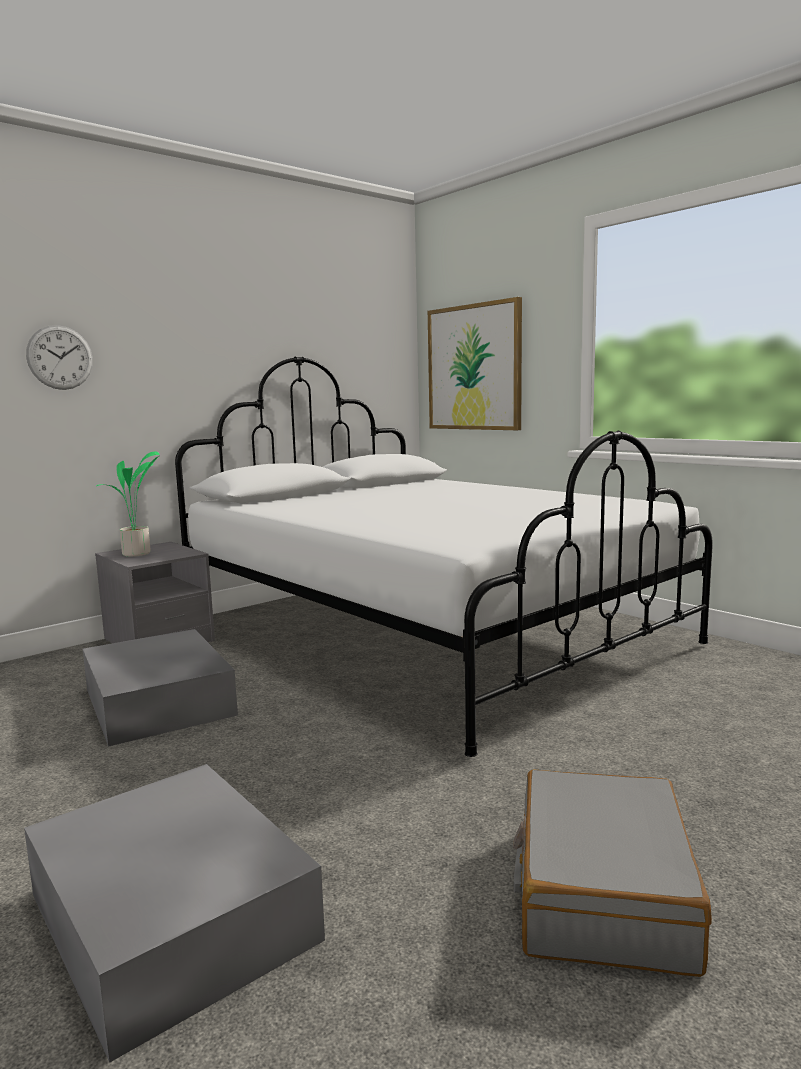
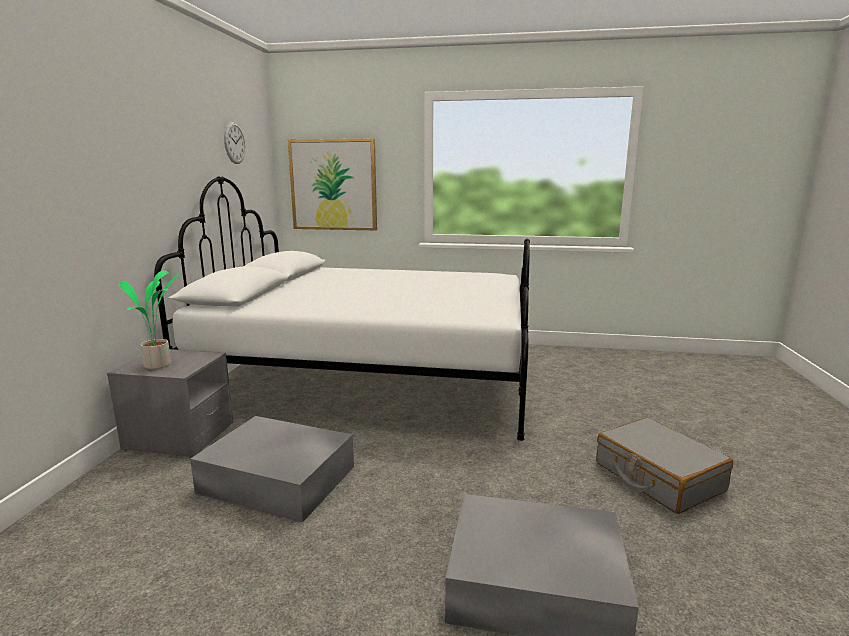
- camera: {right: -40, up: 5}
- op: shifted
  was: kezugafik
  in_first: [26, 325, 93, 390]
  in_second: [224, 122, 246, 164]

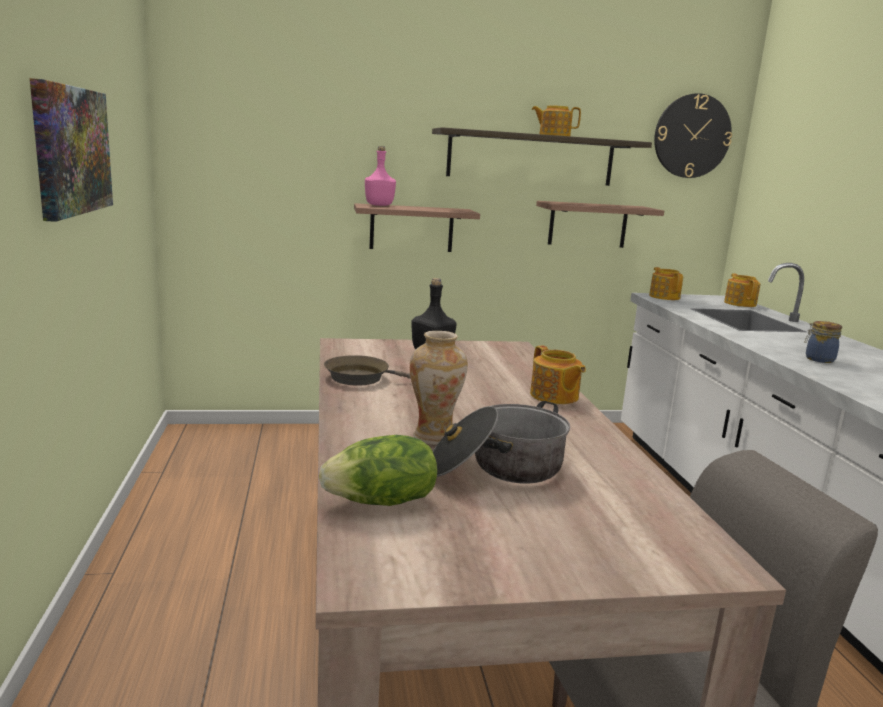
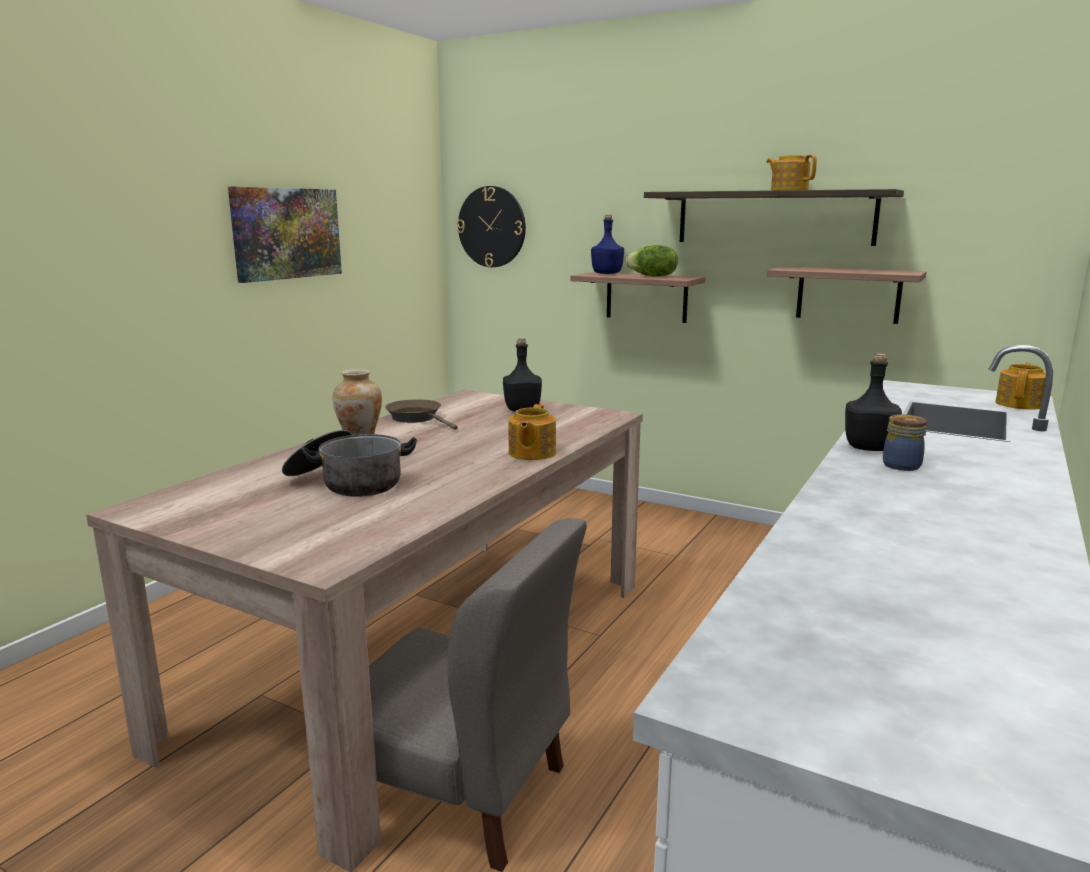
- camera: {right: 40, up: 0}
- op: shifted
  was: kezugafik
  in_first: [654, 93, 732, 178]
  in_second: [457, 186, 526, 267]
- op: repainted
  was: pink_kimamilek
  now: blue_kimamilek
  in_first: [365, 146, 396, 206]
  in_second: [591, 215, 624, 274]
- op: gone
  was: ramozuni
  in_first: [649, 267, 683, 300]
- op: shifted
  was: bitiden
  in_first: [319, 435, 437, 506]
  in_second: [626, 245, 678, 277]
- op: new
  now: black_kimamilek
  in_second: [845, 353, 902, 451]

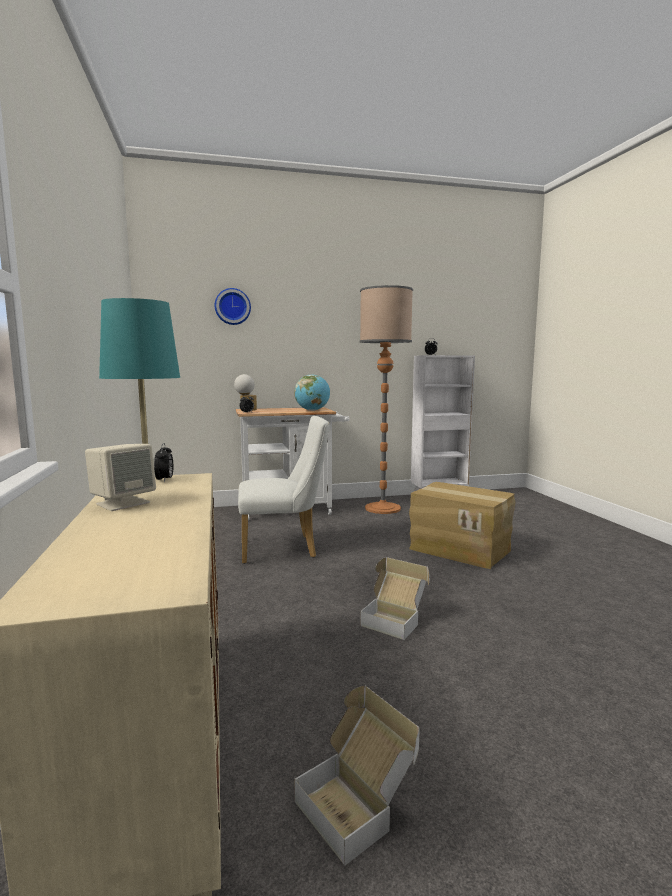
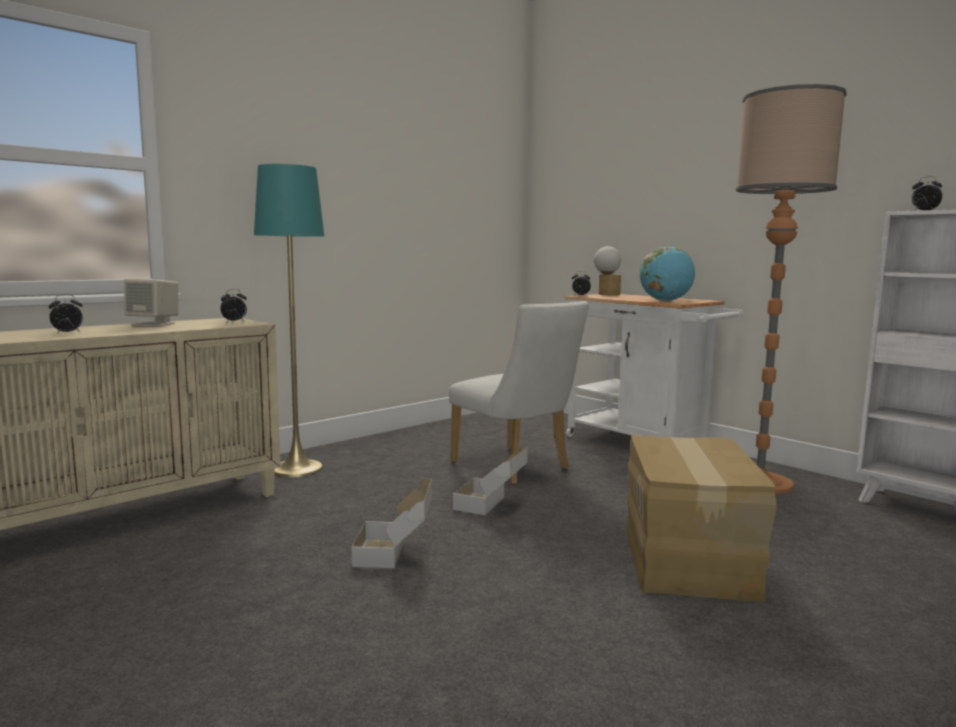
- camera: {right: 60, up: 0}
- op: gone
  was: kezugafik
  in_first: [215, 288, 251, 325]
- op: shifted
  was: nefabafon
  in_first: [294, 686, 420, 866]
  in_second: [453, 446, 528, 515]
- op: new
  now: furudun
  in_second: [49, 295, 83, 334]

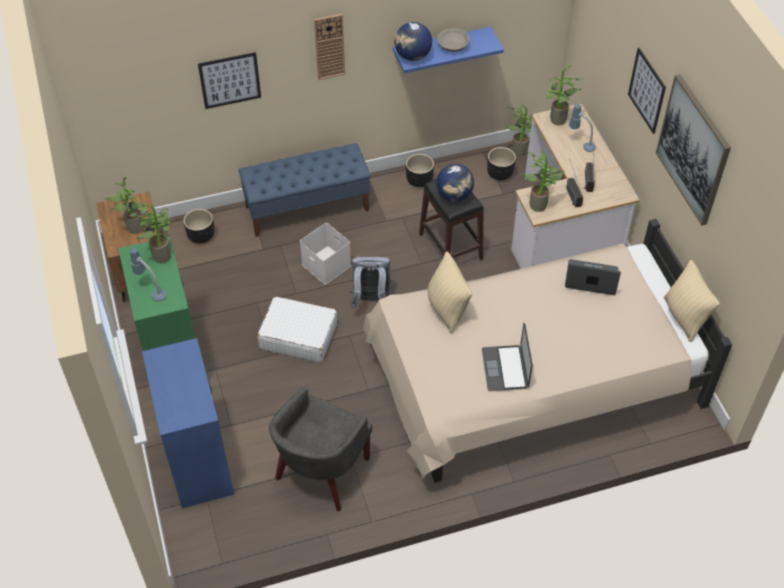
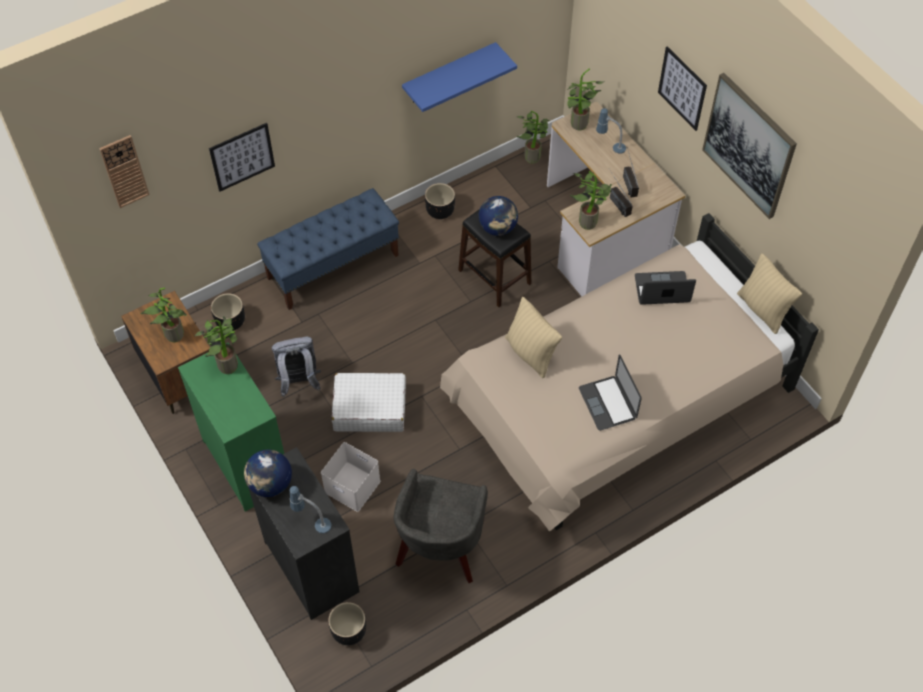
- camera: {right: -15, up: 5}
- op: shifted
  was: kezugafik
  in_first: [314, 14, 345, 80]
  in_second: [99, 135, 150, 208]
- op: shifted
  was: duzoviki
  in_first: [394, 22, 432, 61]
  in_second: [244, 450, 292, 497]
- op: gone
  was: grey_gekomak
  in_first: [437, 28, 470, 52]
- op: shifted
  was: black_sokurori
  in_first: [487, 147, 516, 181]
  in_second: [328, 602, 366, 645]
- op: shifted
  was: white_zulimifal
  in_first: [300, 223, 351, 284]
  in_second: [321, 442, 381, 512]
- op: shifted
  was: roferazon
  in_first: [130, 248, 167, 301]
  in_second: [290, 486, 332, 533]
- op: shifted
  was: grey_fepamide
  in_first: [349, 257, 393, 308]
  in_second: [272, 337, 321, 397]
- op: repainted
  was: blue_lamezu
  now: black_lamezu
  in_first: [142, 338, 234, 508]
  in_second: [249, 447, 359, 620]

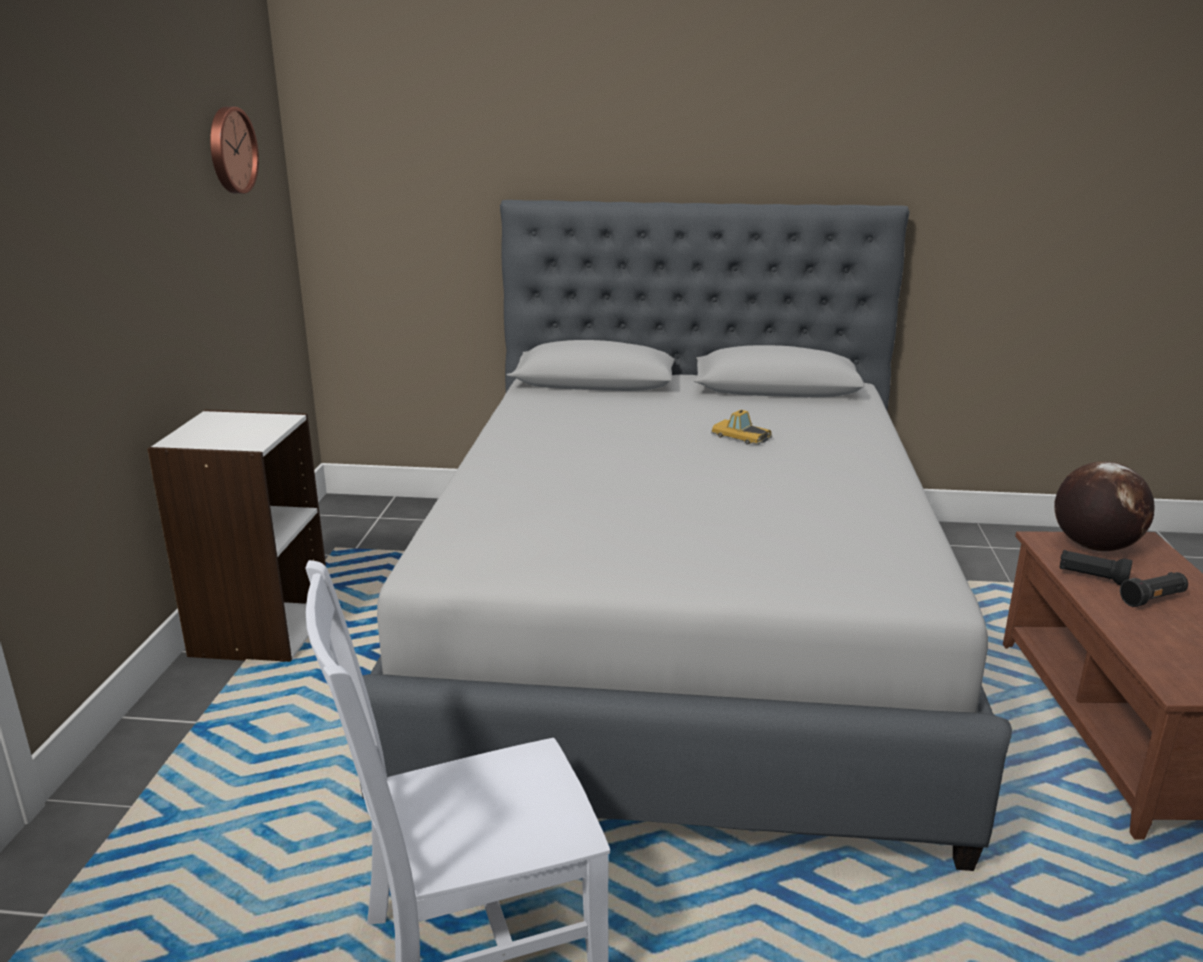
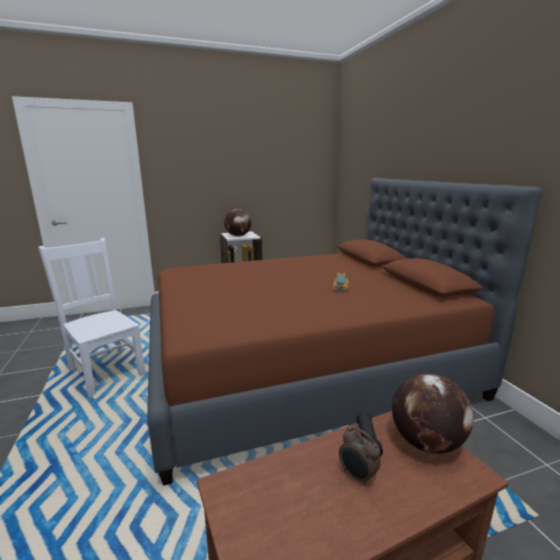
- camera: {right: 65, up: -5}
- op: gone
  was: kezugafik
  in_first: [210, 107, 259, 194]
- op: repainted
  was: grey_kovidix
  now: brown_kovidix
  in_first: [360, 200, 1012, 871]
  in_second: [147, 178, 542, 486]
- op: swapped
  was: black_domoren
  now: furudun
  in_first: [1120, 572, 1188, 607]
  in_second: [339, 427, 381, 486]
- op: new
  now: duzoviki
  in_second: [224, 209, 251, 237]

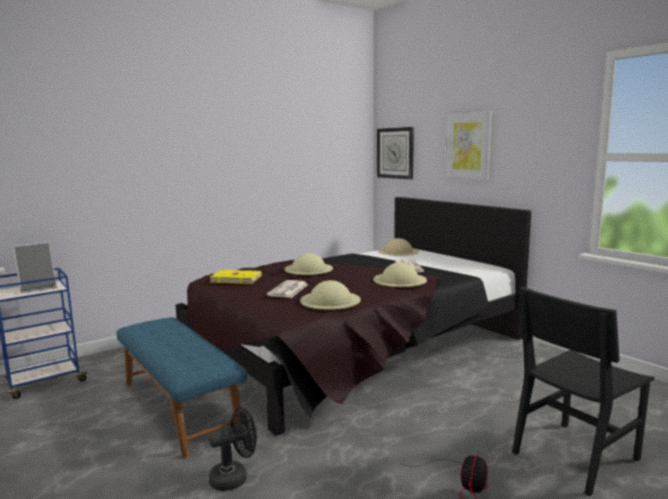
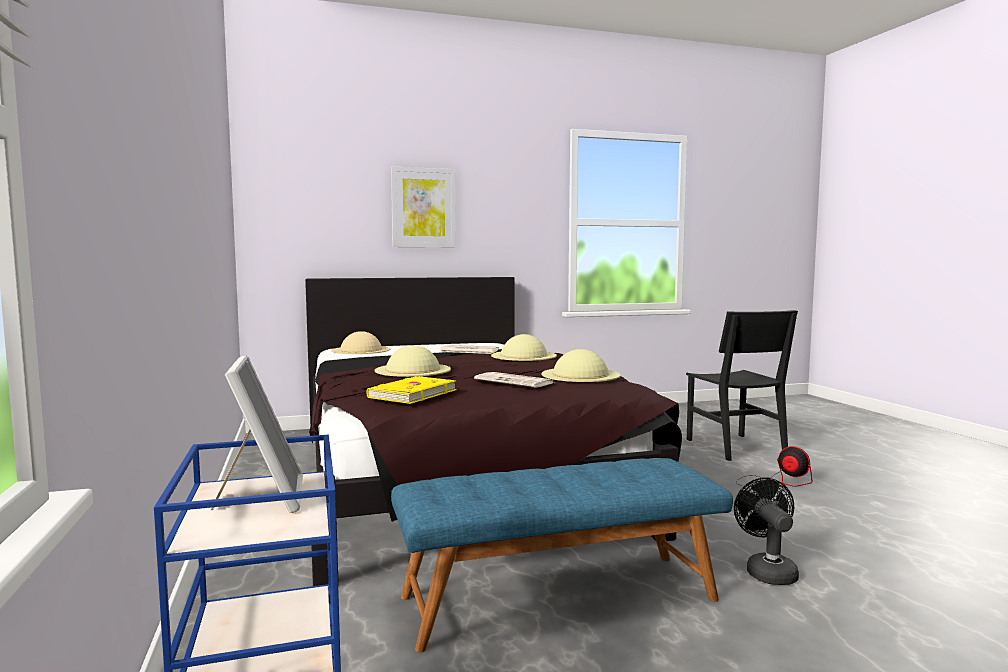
- camera: {right: -70, up: -5}
- op: gone
  was: kezugafik
  in_first: [377, 127, 414, 180]

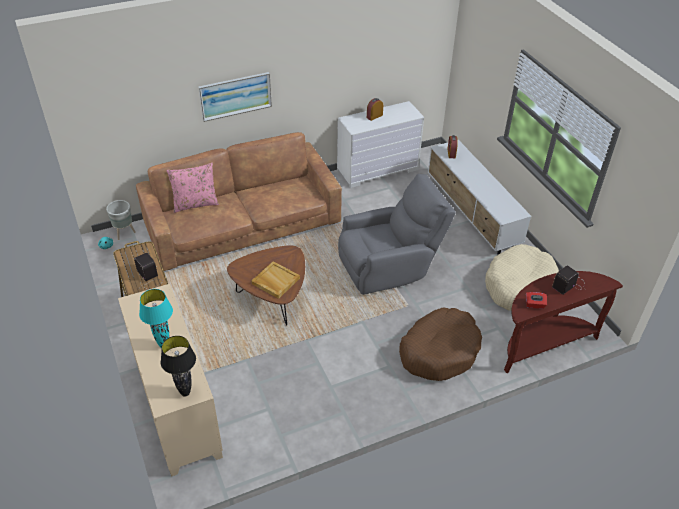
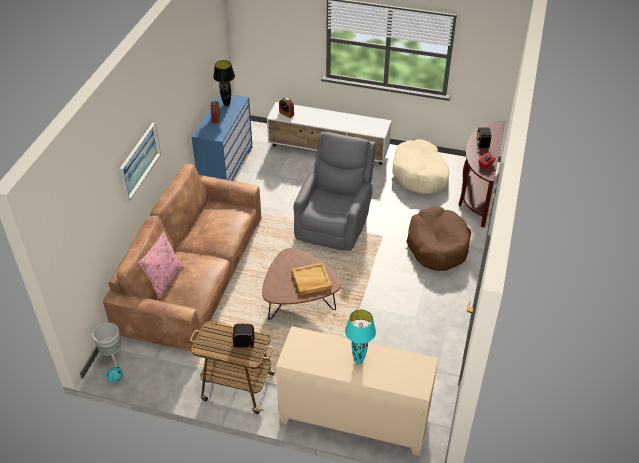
- camera: {right: -50, up: 0}
- op: repainted
  was: white_lamezu
  now: blue_lamezu
  in_first: [337, 101, 424, 188]
  in_second: [192, 94, 252, 181]
- op: shifted
  was: black_roferazon
  in_first: [161, 336, 196, 397]
  in_second: [213, 60, 235, 106]

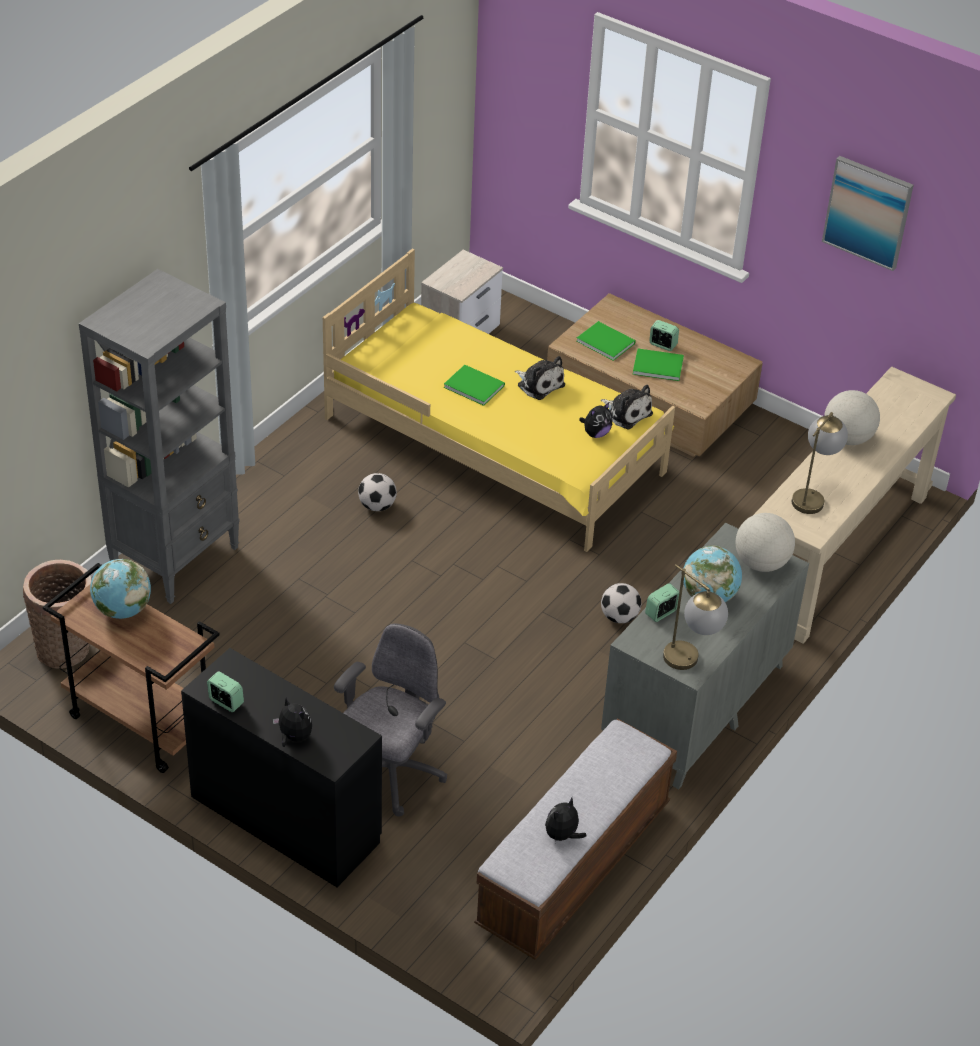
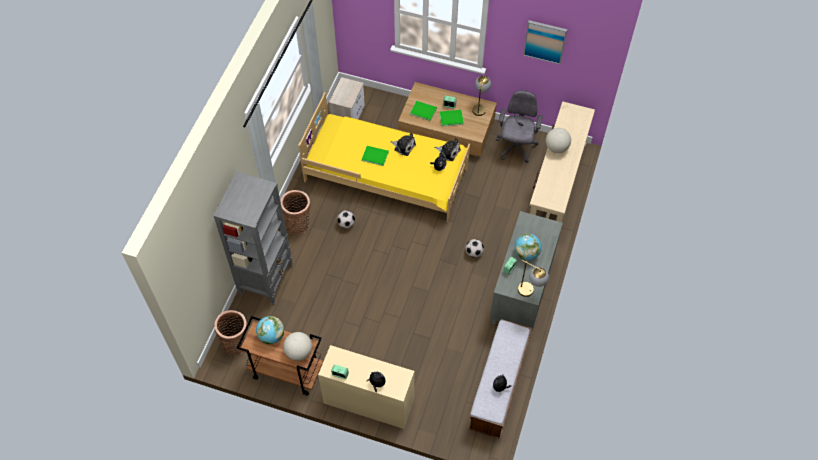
- camera: {right: -15, up: 15}
- op: shifted
  was: roferazon
  in_first: [792, 412, 848, 514]
  in_second: [472, 76, 491, 116]
- op: shifted
  was: duzoviki
  in_first: [736, 513, 795, 572]
  in_second: [283, 332, 312, 361]
- op: shifted
  was: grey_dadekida
  in_first: [334, 623, 448, 817]
  in_second: [496, 91, 543, 163]
- op: repainted
  was: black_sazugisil
  now: beige_sazugisil
  in_first: [181, 648, 382, 887]
  in_second: [318, 345, 414, 429]
- op: new
  now: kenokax
  in_second: [280, 190, 311, 235]

